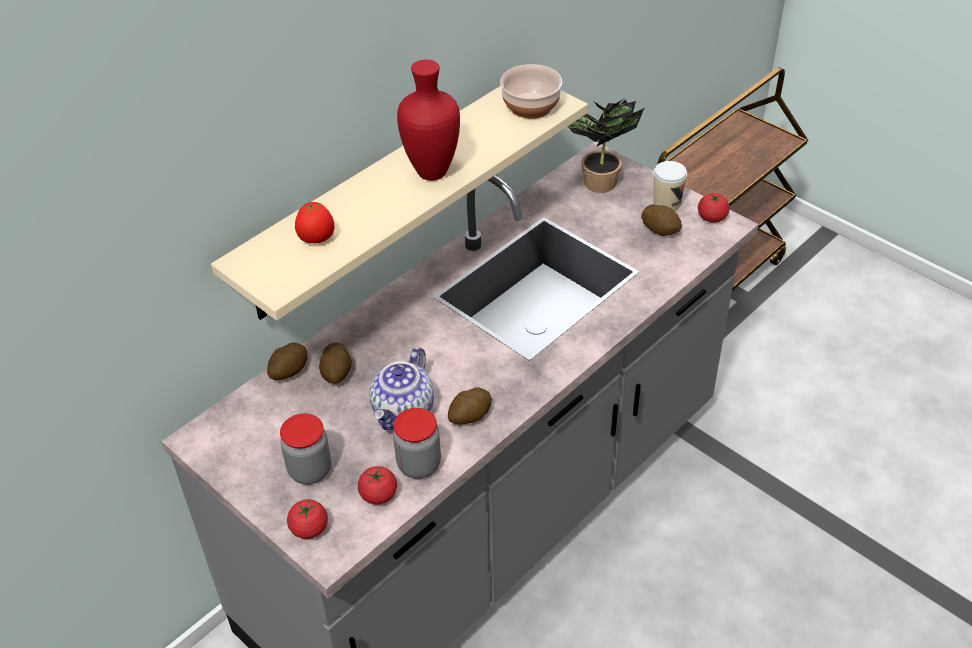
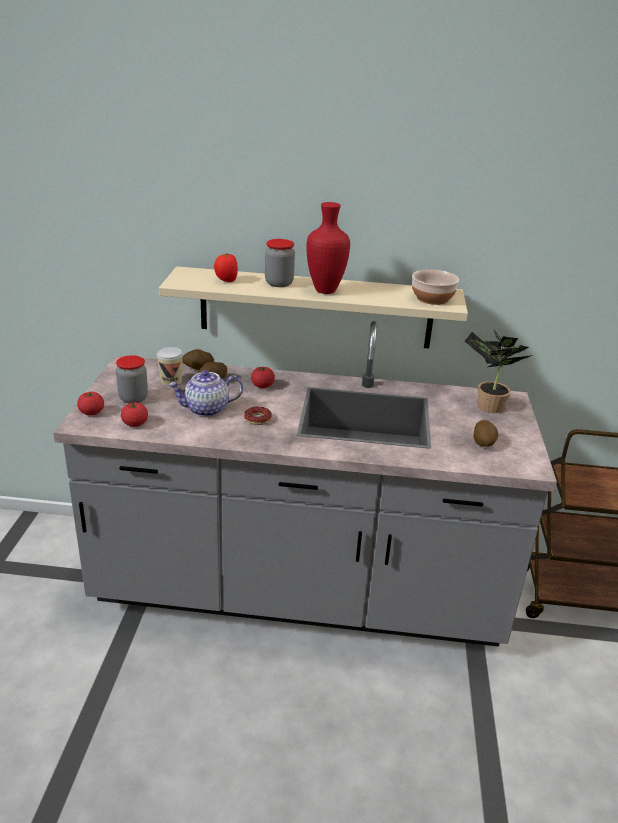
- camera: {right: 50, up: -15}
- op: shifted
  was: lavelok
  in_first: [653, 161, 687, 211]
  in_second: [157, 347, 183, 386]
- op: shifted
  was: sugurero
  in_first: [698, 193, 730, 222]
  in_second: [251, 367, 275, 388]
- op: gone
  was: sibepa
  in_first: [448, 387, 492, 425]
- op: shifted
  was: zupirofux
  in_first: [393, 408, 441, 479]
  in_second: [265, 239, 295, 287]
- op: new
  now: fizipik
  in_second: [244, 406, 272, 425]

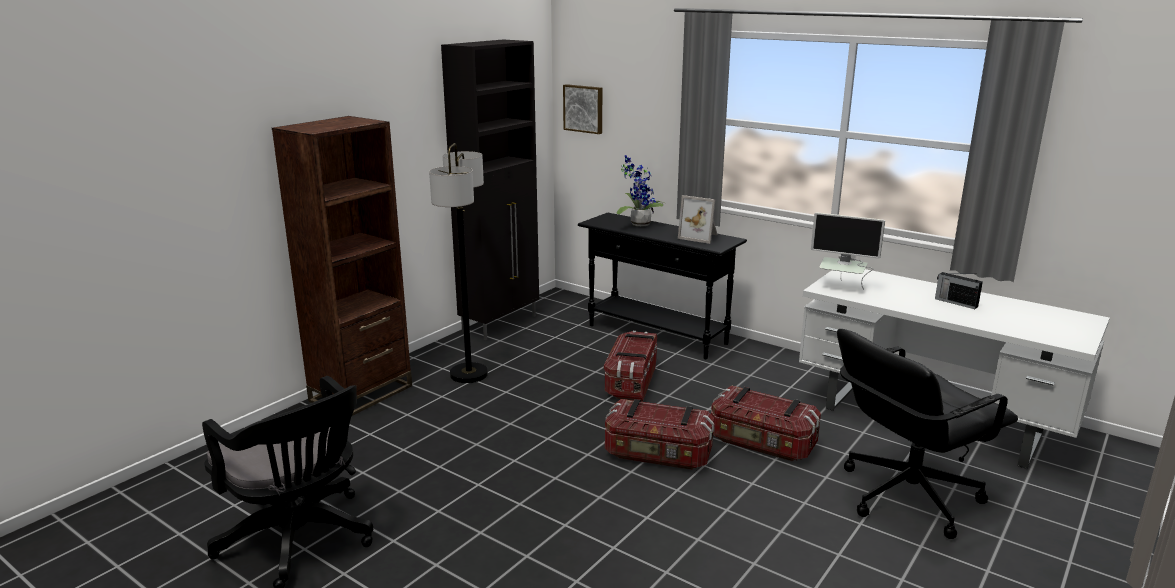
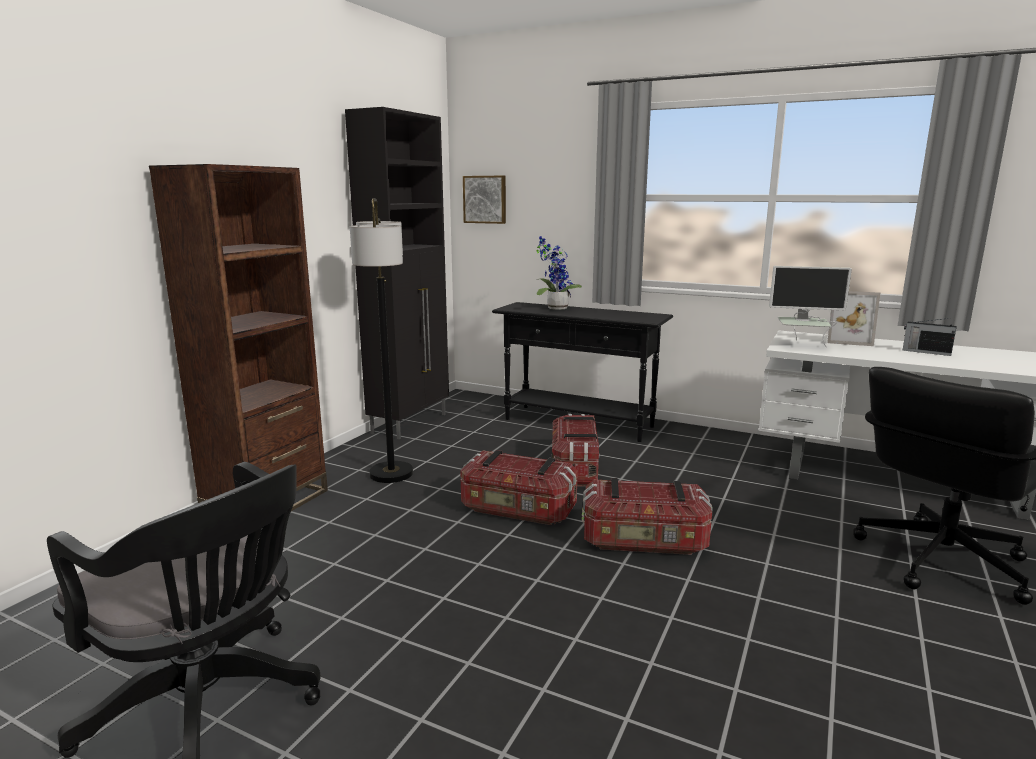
- camera: {right: -10, up: -5}
- op: shifted
  was: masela
  in_first: [678, 195, 718, 244]
  in_second: [827, 291, 880, 346]
- op: shifted
  was: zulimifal
  in_first: [711, 385, 821, 461]
  in_second: [460, 450, 578, 525]

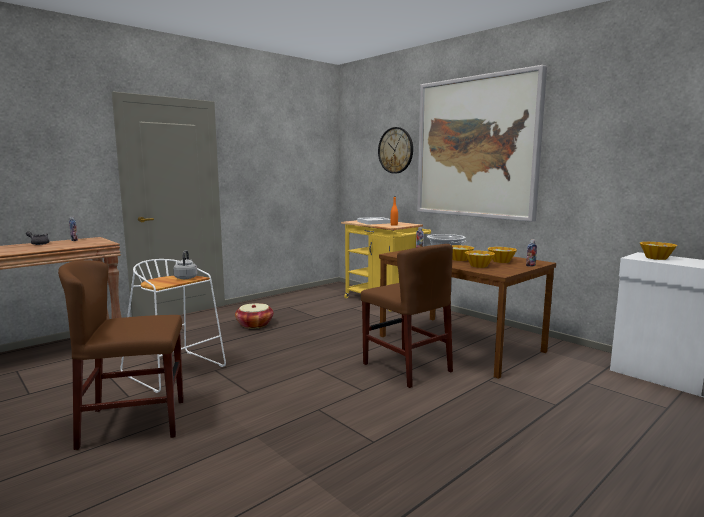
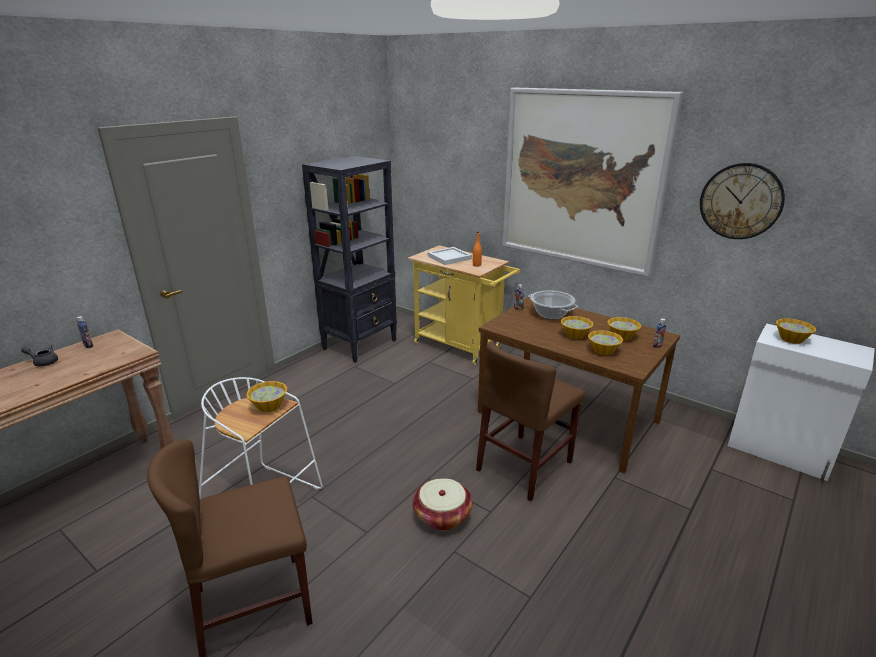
- camera: {right: -10, up: 15}
- op: shifted
  was: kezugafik
  in_first: [378, 127, 413, 174]
  in_second: [700, 163, 785, 239]
- op: rotated
  was: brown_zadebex
  in_first: [361, 244, 453, 388]
  in_second: [476, 342, 585, 501]
  clockwise: 90
- op: swapped
  was: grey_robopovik
  now: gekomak
  in_first: [173, 250, 197, 279]
  in_second: [246, 381, 287, 412]
- op: shifted
  was: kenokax
  in_first: [235, 303, 273, 329]
  in_second: [413, 478, 472, 531]
- op: new
  now: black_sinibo
  in_second: [302, 156, 397, 363]

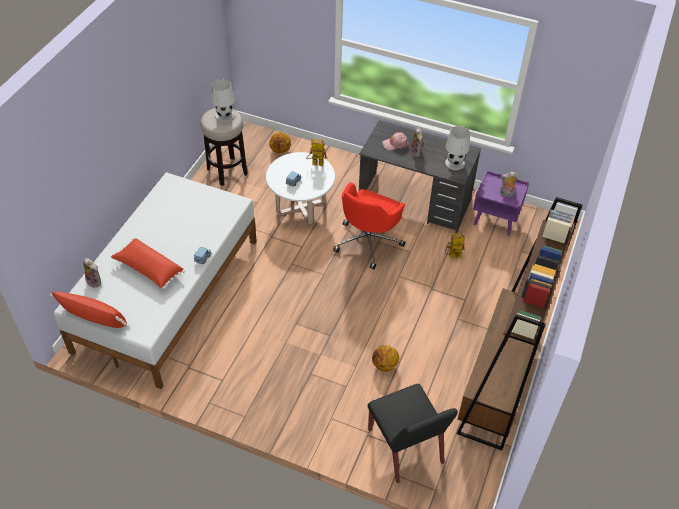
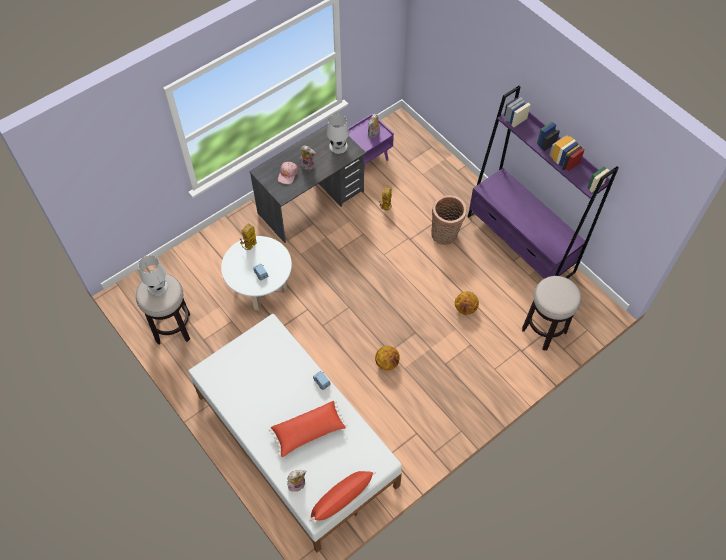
- camera: {right: -60, up: 10}
- op: shifted
  was: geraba
  in_first: [269, 132, 291, 154]
  in_second: [375, 346, 400, 370]
- op: gone
  was: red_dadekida
  in_first: [333, 182, 405, 269]
- op: repainted
  was: brown_sinibo
  now: purple_sinibo
  in_first: [456, 197, 583, 450]
  in_second: [468, 85, 619, 279]
- op: swapped
  was: black_zadebex
  now: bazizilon
  in_first: [368, 384, 458, 483]
  in_second: [522, 276, 581, 350]
- op: new
  now: kenokax
  in_second: [431, 195, 466, 245]

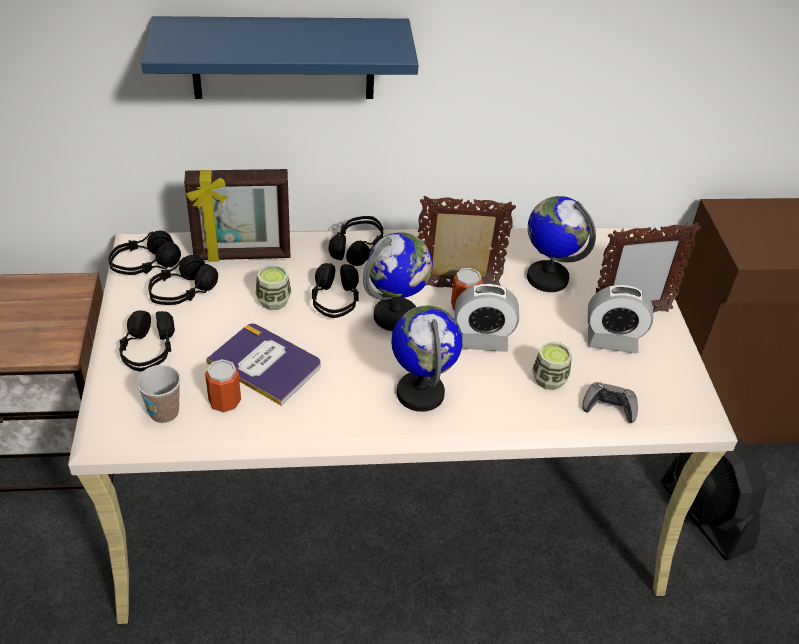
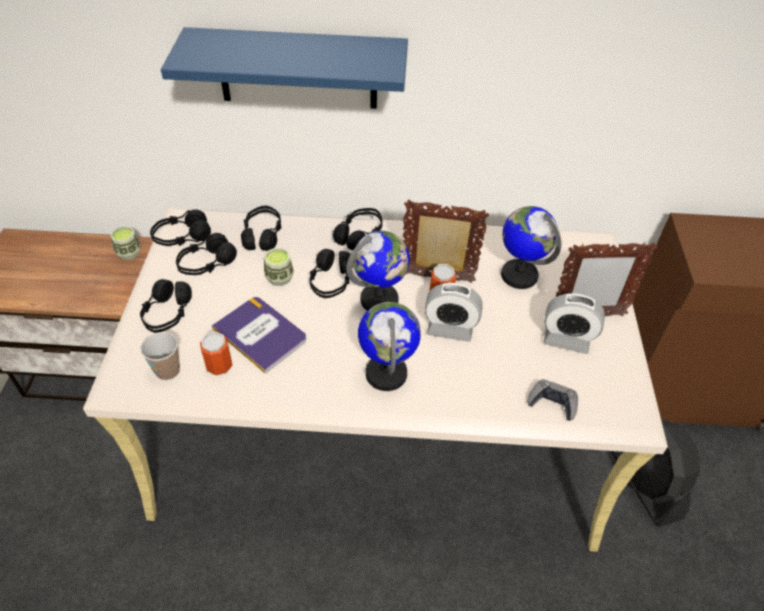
- camera: {right: 10, up: 5}
- op: swapped
  was: masela
  now: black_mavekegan
  in_first: [184, 169, 291, 262]
  in_second: [241, 205, 281, 251]
- op: shifted
  was: lavelok
  in_first: [532, 342, 572, 390]
  in_second: [110, 226, 141, 260]

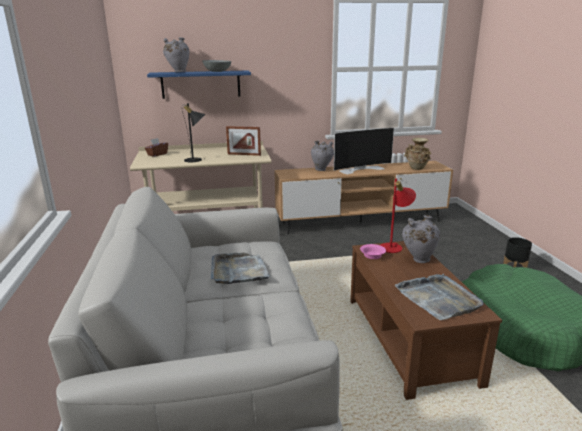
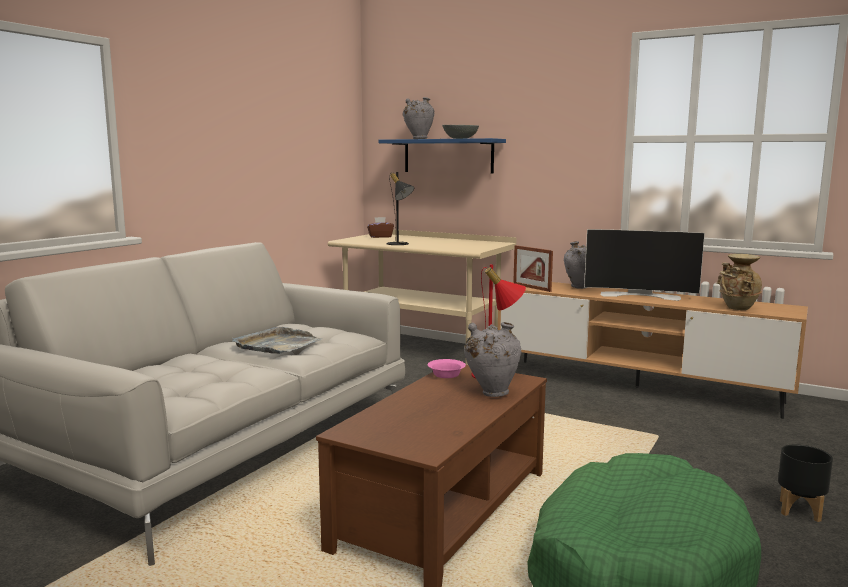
- camera: {right: 40, up: -10}
- op: shifted
  was: masela
  in_first: [226, 126, 261, 156]
  in_second: [513, 245, 553, 292]
- op: gone
  was: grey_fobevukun
  in_first: [395, 274, 484, 320]

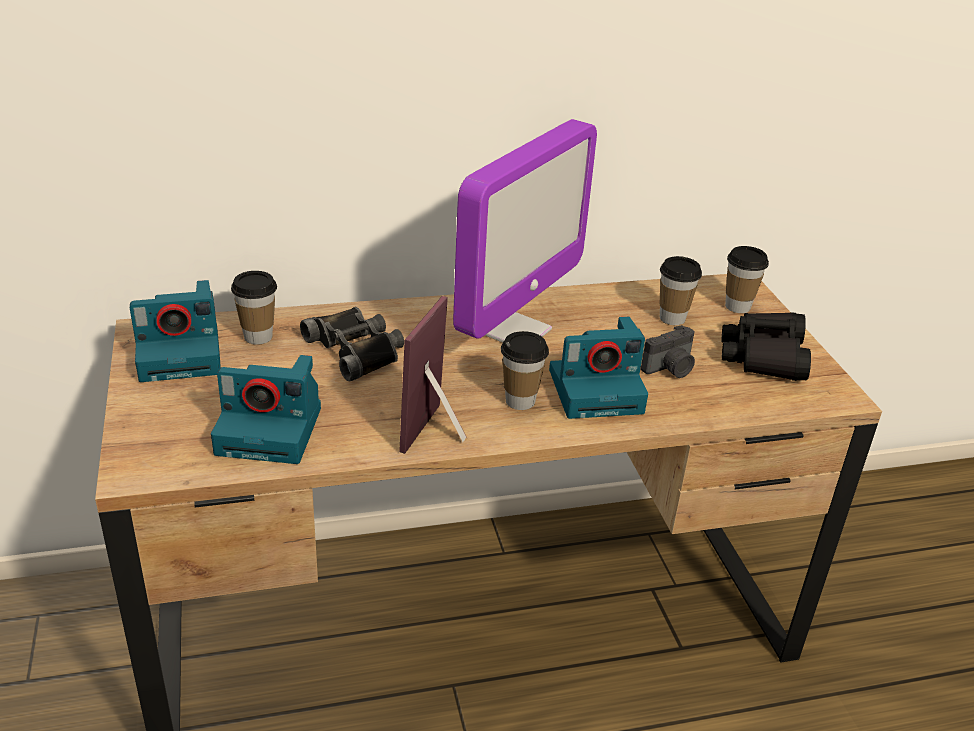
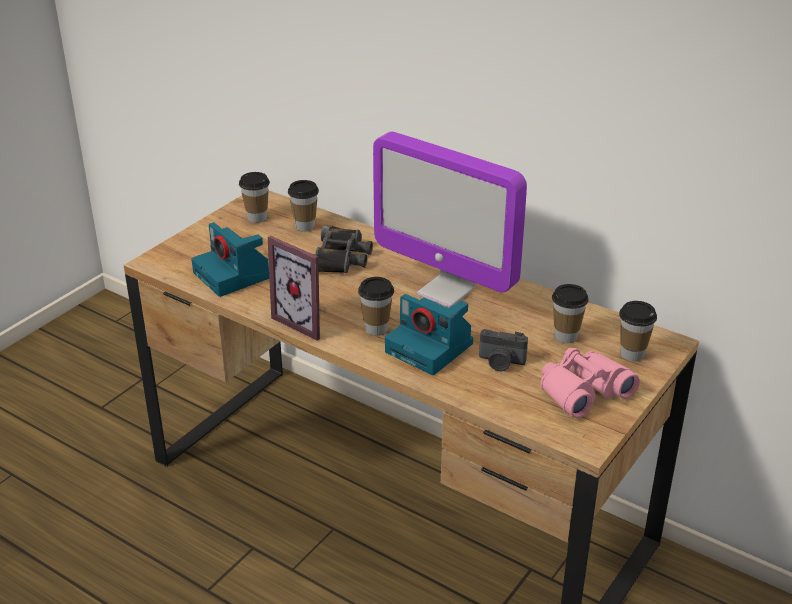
- camera: {right: 50, up: 0}
- op: rotated
  was: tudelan
  in_first: [453, 119, 597, 343]
  in_second: [373, 131, 527, 308]
  clockwise: 45
- op: swapped
  was: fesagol
  now: lavelok
  in_first: [130, 280, 221, 382]
  in_second: [239, 172, 270, 223]
- op: rotated
  was: masela
  in_first: [399, 296, 466, 454]
  in_second: [268, 236, 321, 341]
  clockwise: -120
- op: repainted
  was: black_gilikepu
  now: pink_gilikepu
  in_first: [722, 312, 811, 381]
  in_second: [540, 348, 640, 418]

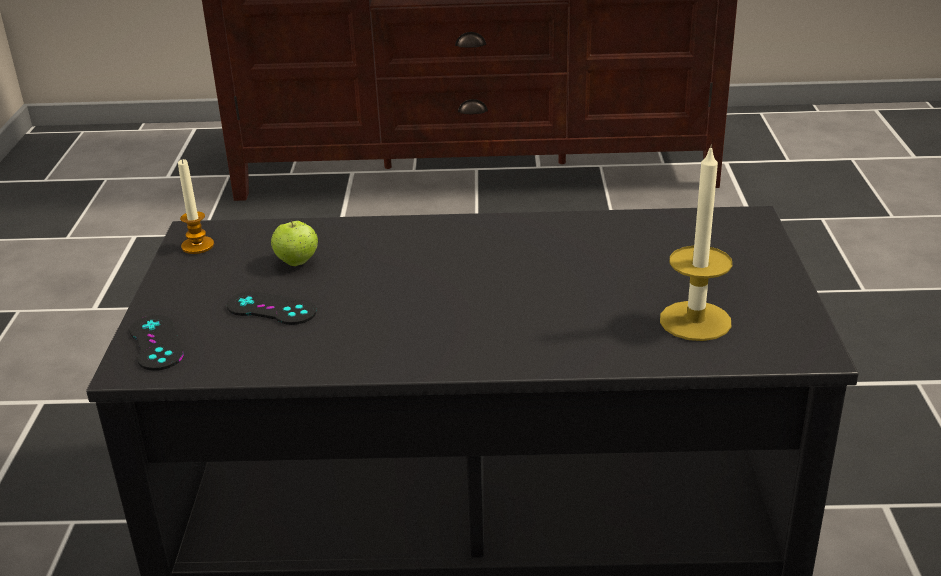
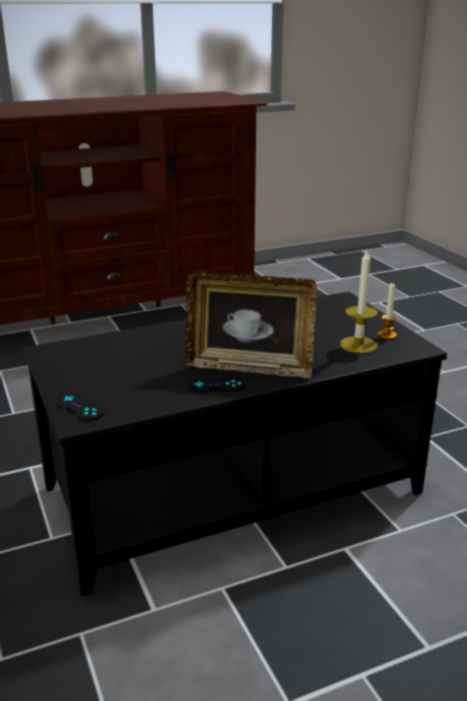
- camera: {right: -25, up: -5}
- op: shifted
  was: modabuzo
  in_first: [178, 159, 214, 254]
  in_second: [377, 283, 397, 339]
- op: gone
  was: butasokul
  in_first: [271, 221, 318, 266]
- op: shifted
  was: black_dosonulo
  in_first: [227, 291, 317, 325]
  in_second: [188, 377, 246, 392]
- op: new
  now: masela
  in_second: [185, 273, 317, 378]

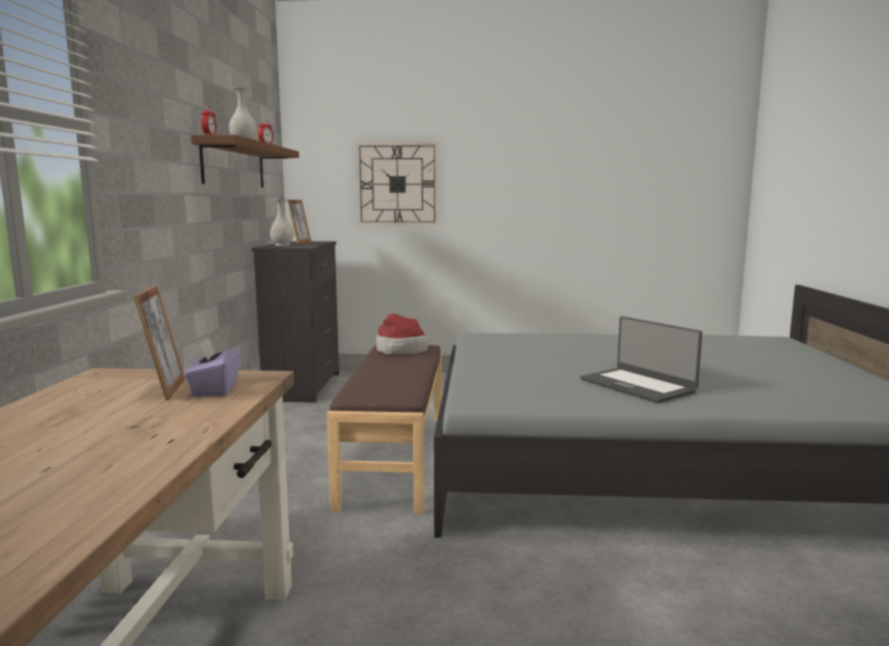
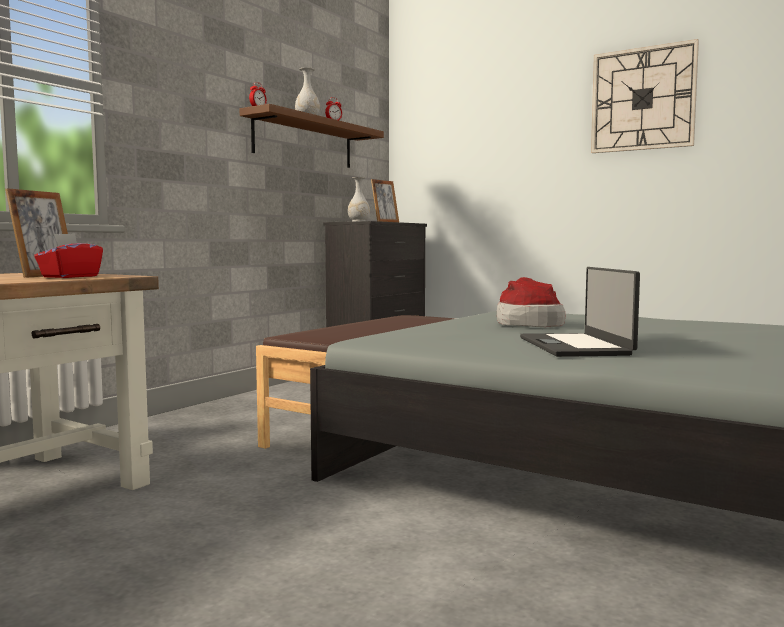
- camera: {right: 30, up: -5}
- op: shifted
  was: kezugafik
  in_first: [356, 142, 438, 226]
  in_second: [591, 39, 699, 153]
- op: shifted
  was: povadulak
  in_first: [376, 314, 428, 354]
  in_second: [497, 277, 565, 327]
- op: repainted
  was: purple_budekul
  now: red_budekul
  in_first: [184, 338, 240, 397]
  in_second: [34, 233, 103, 278]

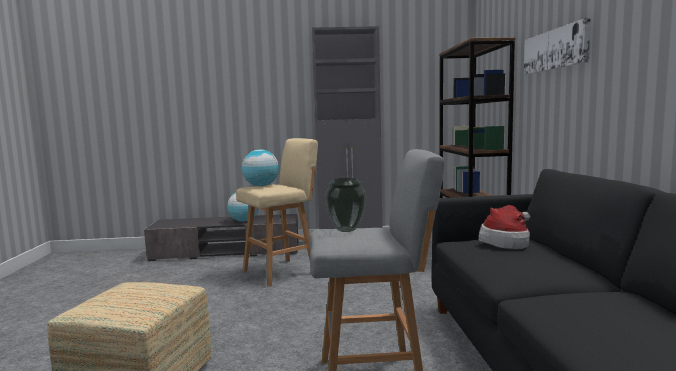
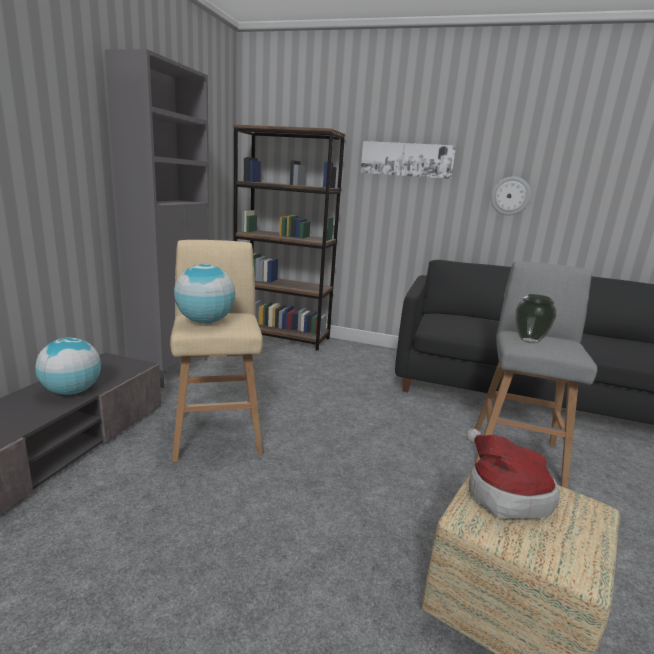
- camera: {right: -70, up: 10}
- op: shifted
  was: povadulak
  in_first: [479, 205, 530, 249]
  in_second: [466, 429, 560, 519]
- op: new
  now: kezugafik
  in_second: [491, 177, 531, 216]

